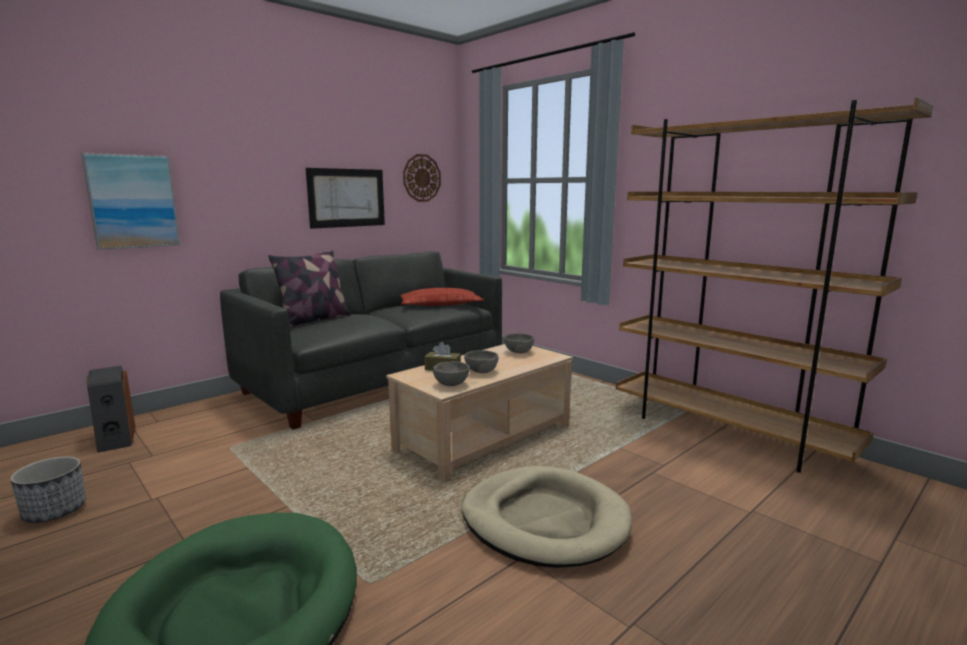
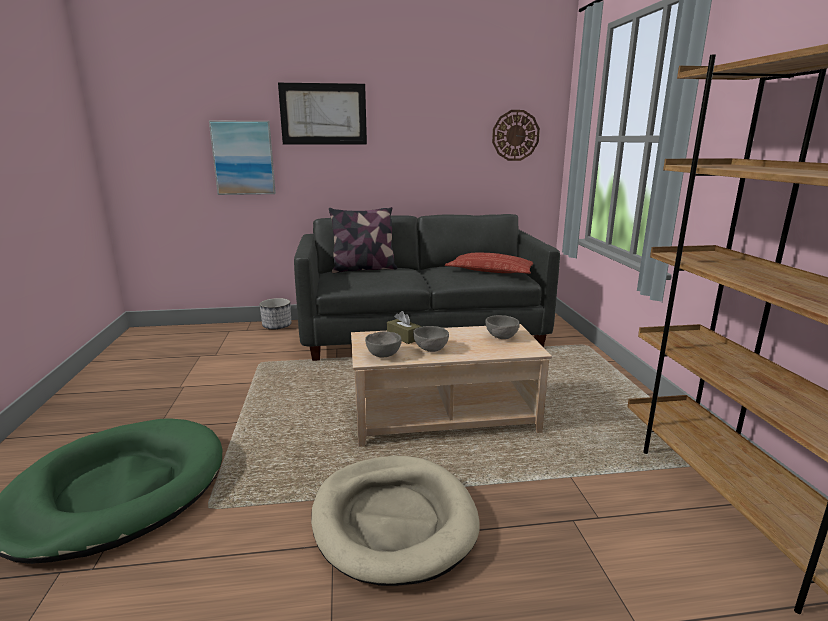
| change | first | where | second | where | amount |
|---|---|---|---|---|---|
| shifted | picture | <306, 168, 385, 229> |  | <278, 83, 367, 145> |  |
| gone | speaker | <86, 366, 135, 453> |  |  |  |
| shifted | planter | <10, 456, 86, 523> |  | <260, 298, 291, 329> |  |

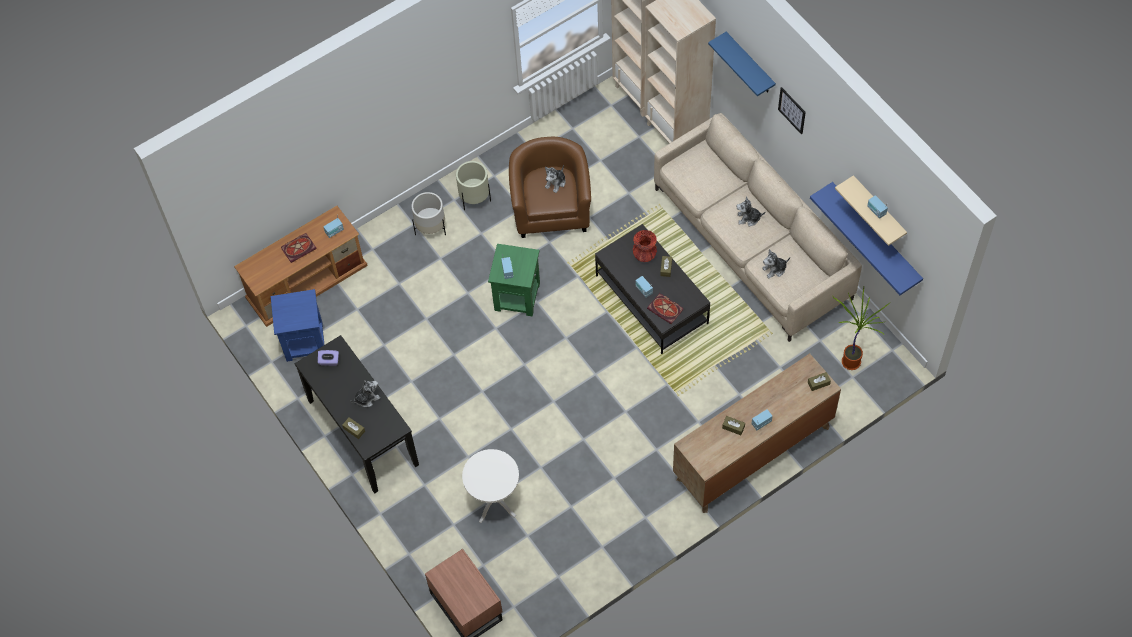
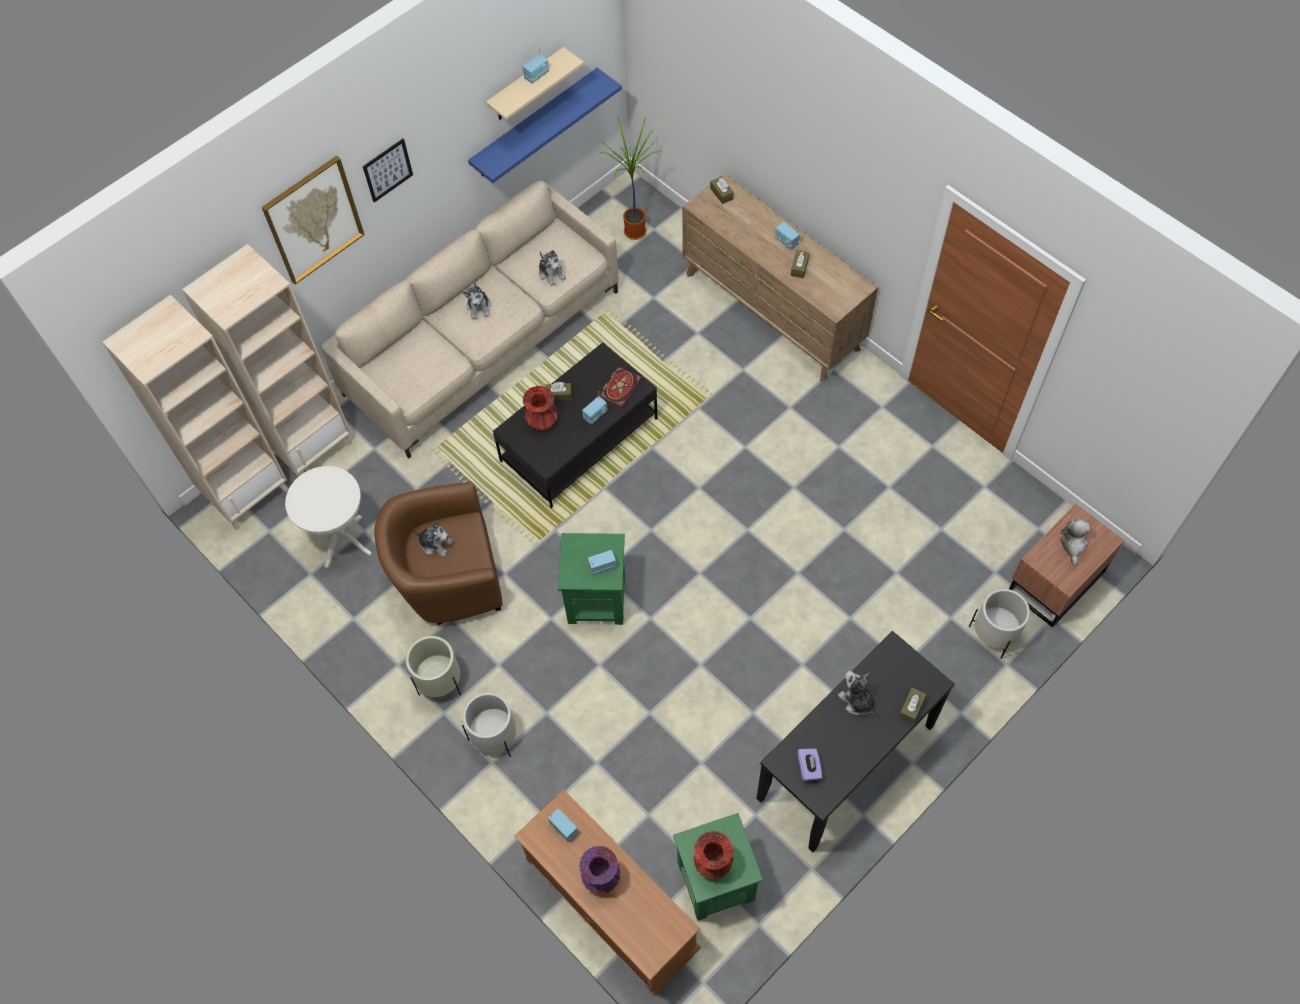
| change | first | where | second | where | amount |
|---|---|---|---|---|---|
| swapped | blue shelf | <708, 32, 776, 96> | picture | <262, 156, 365, 284> |  |
| swapped | book | <281, 233, 317, 263> | purple vase | <579, 846, 621, 894> |  |
| repainted | blue side table | <271, 289, 324, 362> | green side table | <673, 813, 763, 921> |  |
| shifted | white side table | <462, 449, 519, 523> |  | <285, 466, 372, 568> |  |
| new |  |  | plush toy | <1060, 518, 1091, 566> |  |
| new |  |  | white planter | <969, 589, 1030, 658> |  |
| new |  |  | red vase | <693, 831, 733, 879> |  |

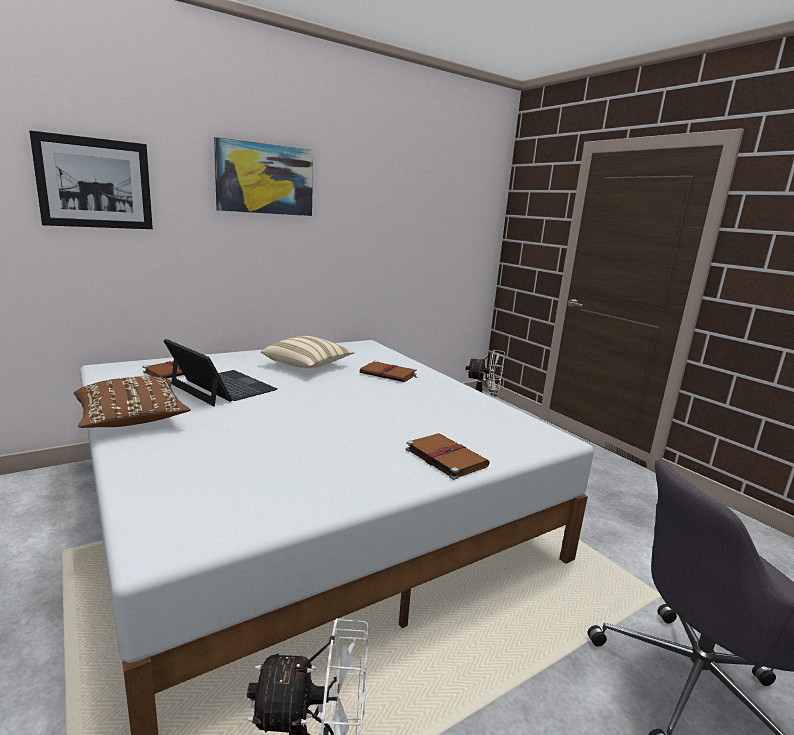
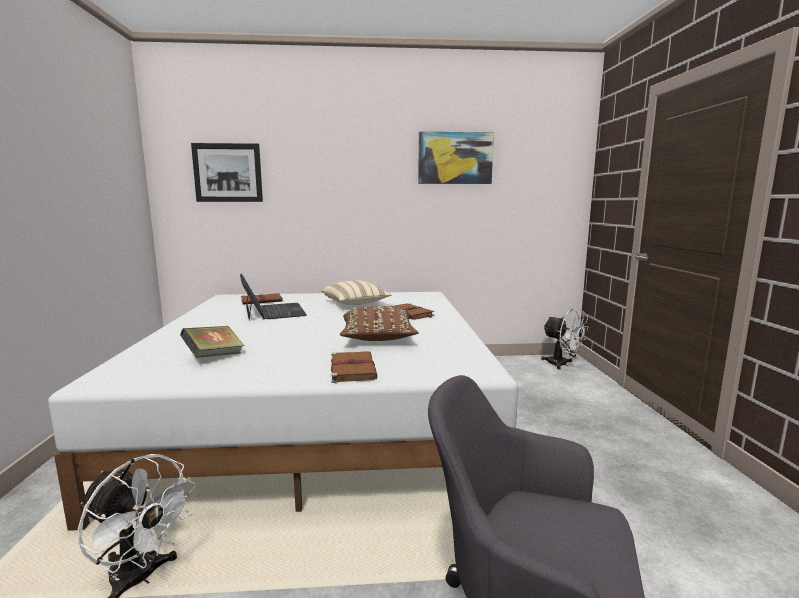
| change | first | where | second | where | amount |
|---|---|---|---|---|---|
| shifted | picture | <214, 137, 313, 216> |  | <418, 132, 494, 184> |  |
| shifted | brown pillow | <74, 376, 191, 428> |  | <340, 306, 419, 341> |  |
| new |  |  | book | <180, 326, 245, 358> |  |

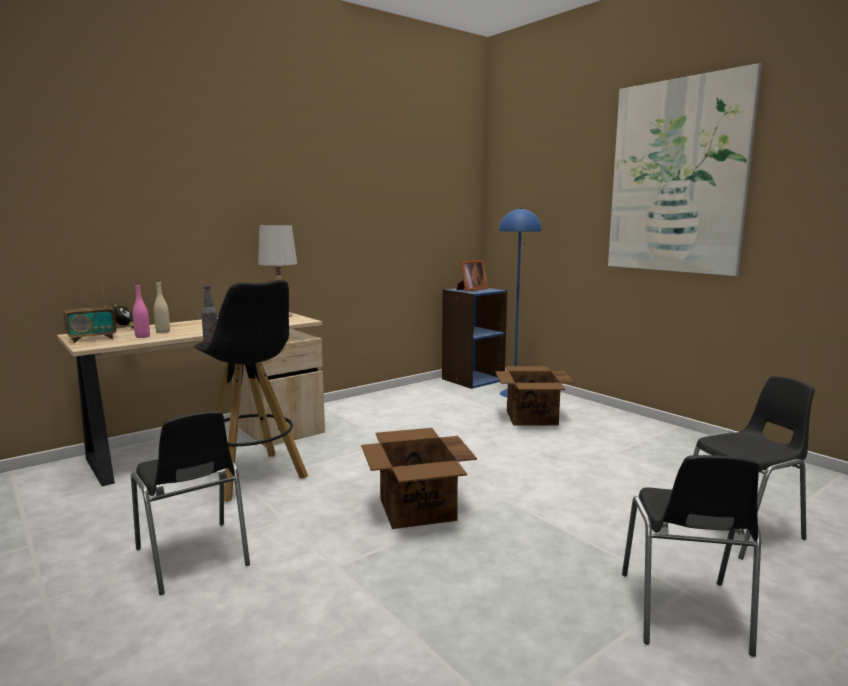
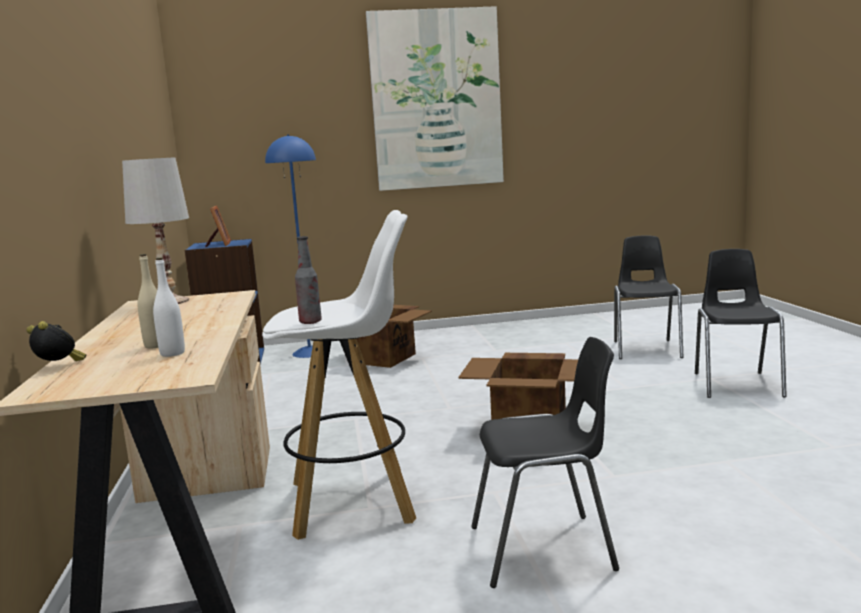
| change | first | where | second | where | amount |
|---|---|---|---|---|---|
| repainted | black stool | <194, 280, 308, 502> | white stool | <262, 210, 416, 540> |  |
| gone | radio | <64, 283, 116, 343> |  |  |  |
| repainted | pink bottle | <133, 283, 150, 338> | white bottle | <153, 258, 185, 357> |  |
| rotated | black chair | <622, 455, 761, 657> |  | <695, 249, 787, 398> | 120 degrees counterclockwise |

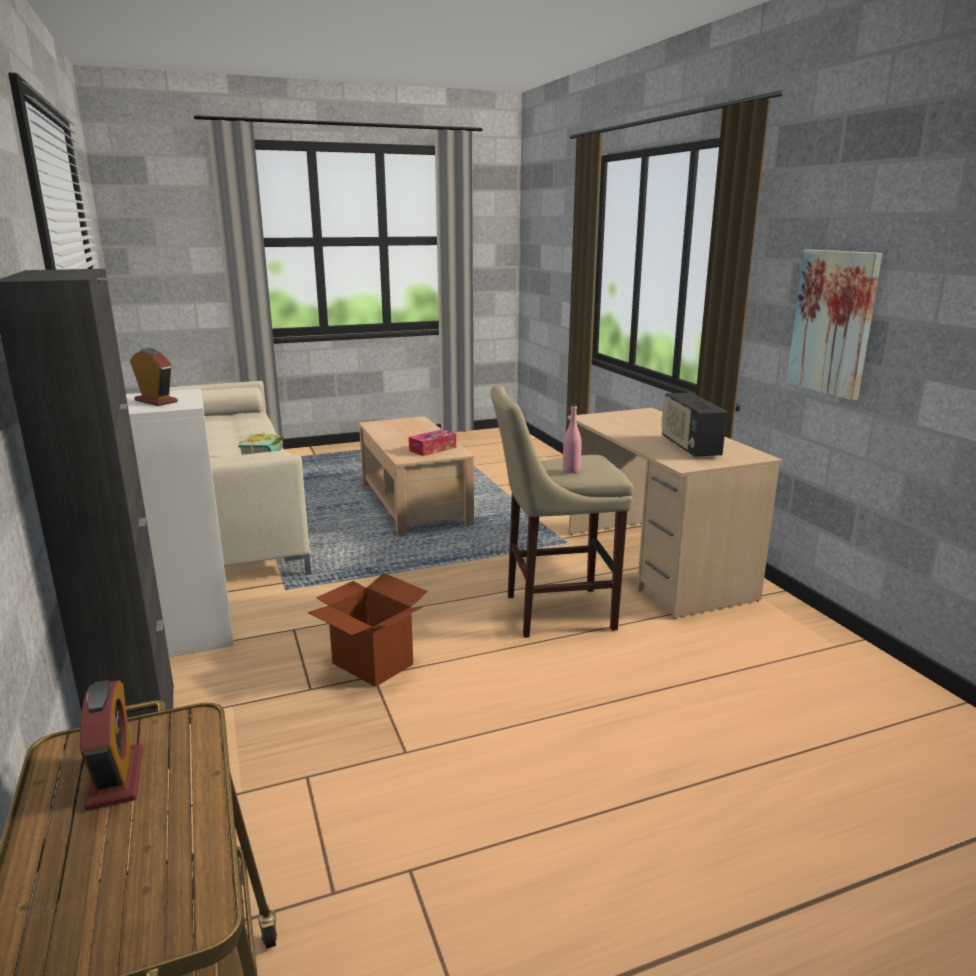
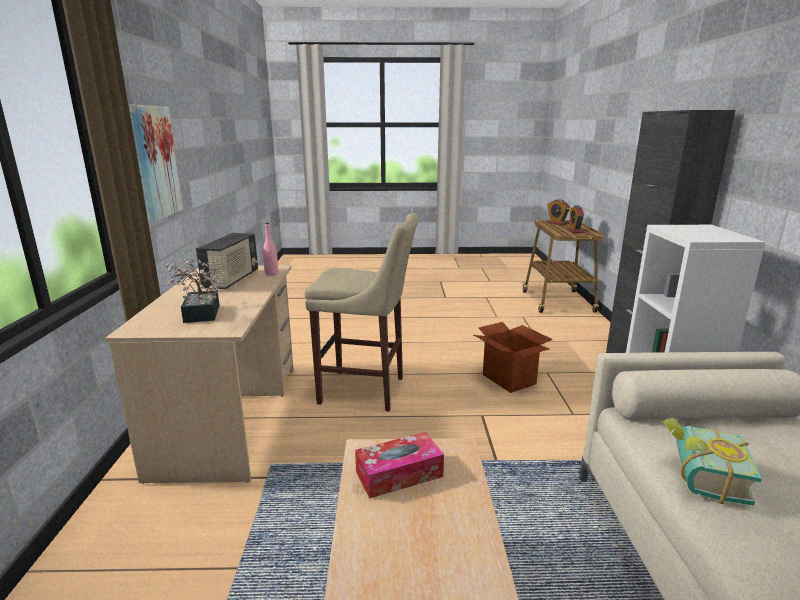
| change | first | where | second | where | amount |
|---|---|---|---|---|---|
| shifted | alarm clock | <130, 348, 178, 406> |  | <547, 199, 570, 225> |  |
| shifted | pink bottle | <563, 404, 582, 473> |  | <263, 223, 278, 276> |  |
| new |  |  | potted plant | <165, 259, 225, 323> |  |

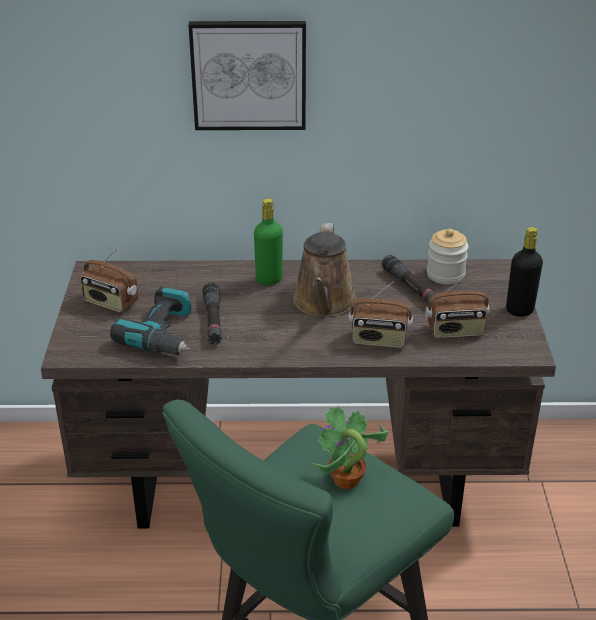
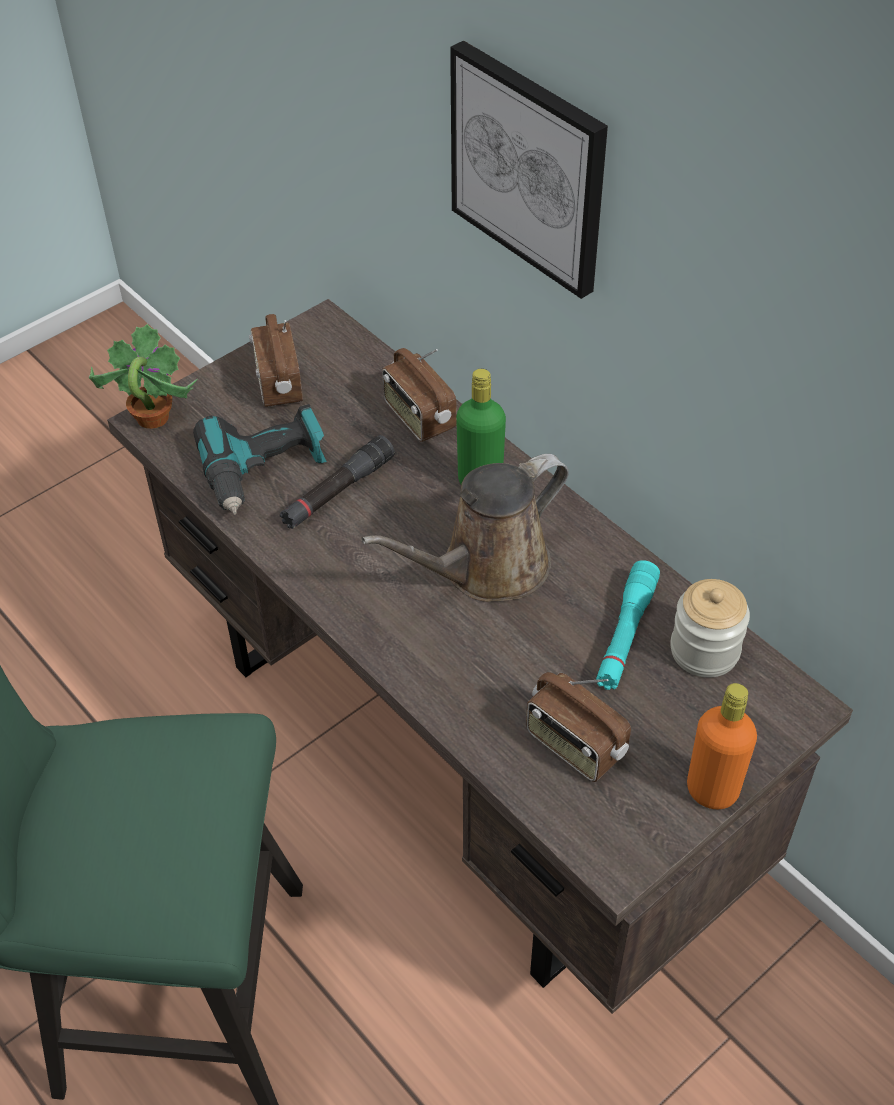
| change | first | where | second | where | amount |
|---|---|---|---|---|---|
| repainted | black bottle | <506, 227, 543, 317> | orange bottle | <687, 683, 757, 809> |  |
| repainted | black flashlight | <382, 255, 436, 303> | turquoise flashlight | <596, 560, 660, 690> |  |
| shifted | radio | <348, 281, 413, 348> |  | <382, 348, 457, 442> |  |
| shifted | potted plant | <311, 406, 388, 489> |  | <89, 324, 198, 429> |  |

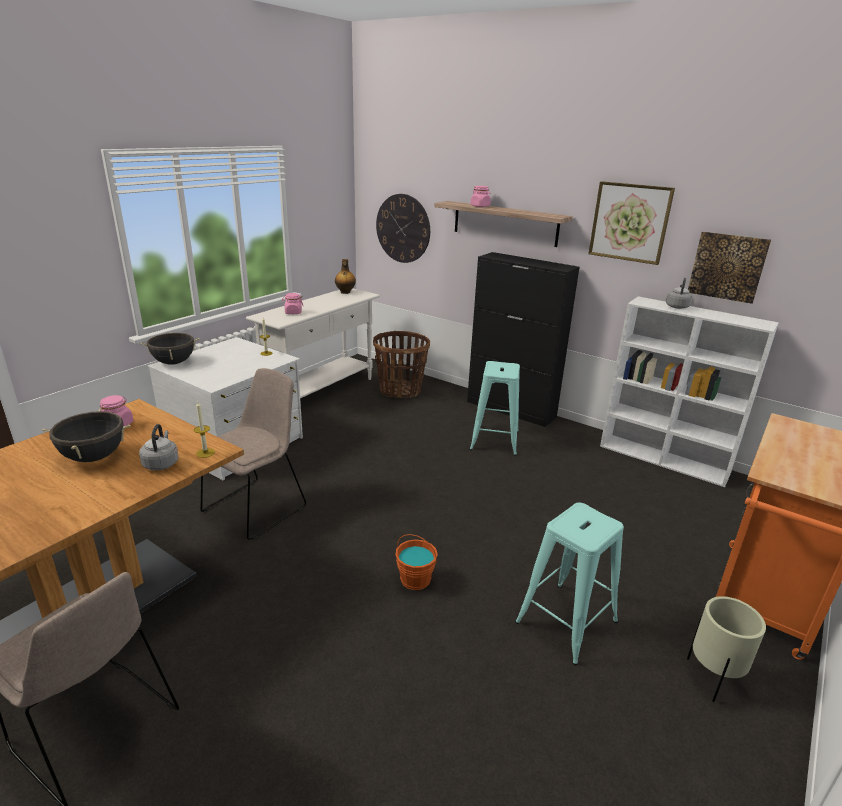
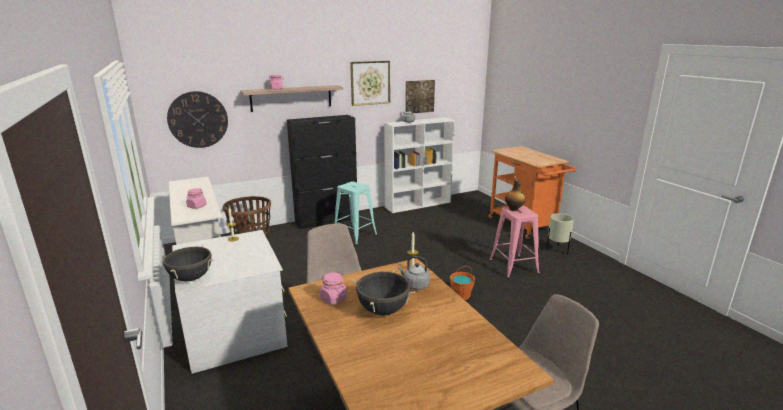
| change | first | where | second | where | amount |
|---|---|---|---|---|---|
| shifted | bottle | <335, 259, 356, 294> |  | <505, 179, 525, 211> |  |
| repainted | turquoise stool | <515, 502, 624, 665> | pink stool | <489, 205, 540, 279> |  |

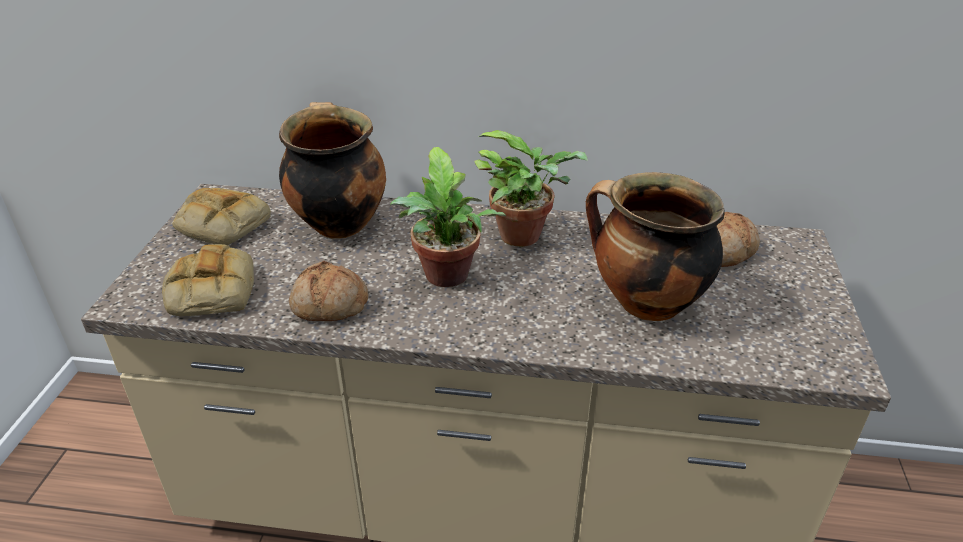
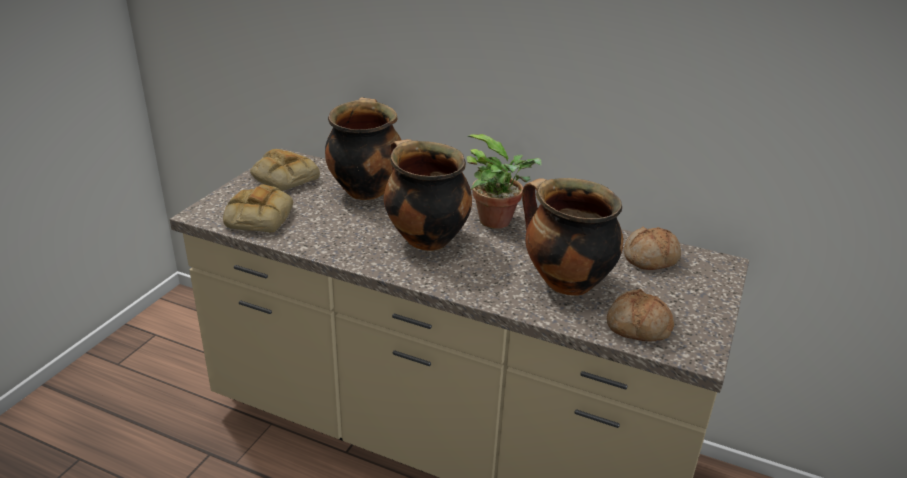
| change | first | where | second | where | amount |
|---|---|---|---|---|---|
| swapped | potted plant | <390, 147, 506, 287> | cooking pot | <384, 139, 472, 251> |  |
| shifted | bread | <289, 261, 368, 321> |  | <607, 289, 674, 342> |  |

